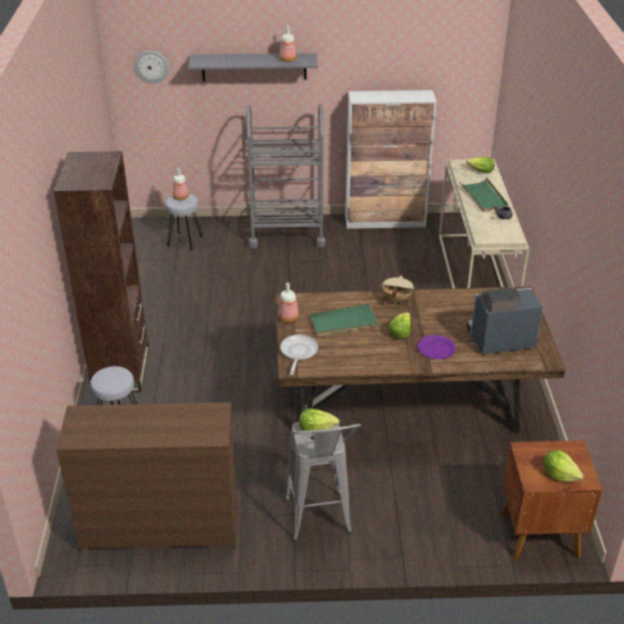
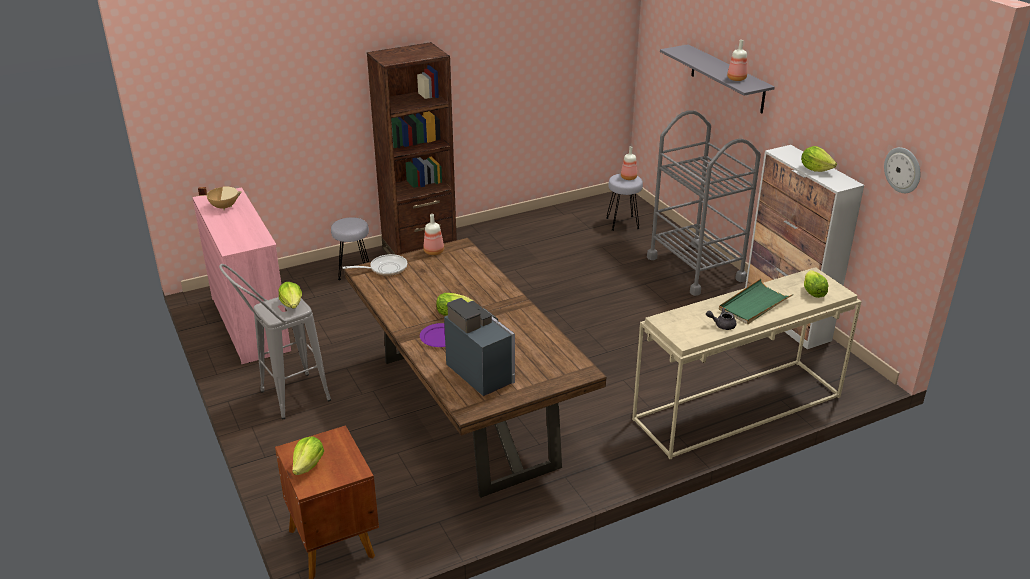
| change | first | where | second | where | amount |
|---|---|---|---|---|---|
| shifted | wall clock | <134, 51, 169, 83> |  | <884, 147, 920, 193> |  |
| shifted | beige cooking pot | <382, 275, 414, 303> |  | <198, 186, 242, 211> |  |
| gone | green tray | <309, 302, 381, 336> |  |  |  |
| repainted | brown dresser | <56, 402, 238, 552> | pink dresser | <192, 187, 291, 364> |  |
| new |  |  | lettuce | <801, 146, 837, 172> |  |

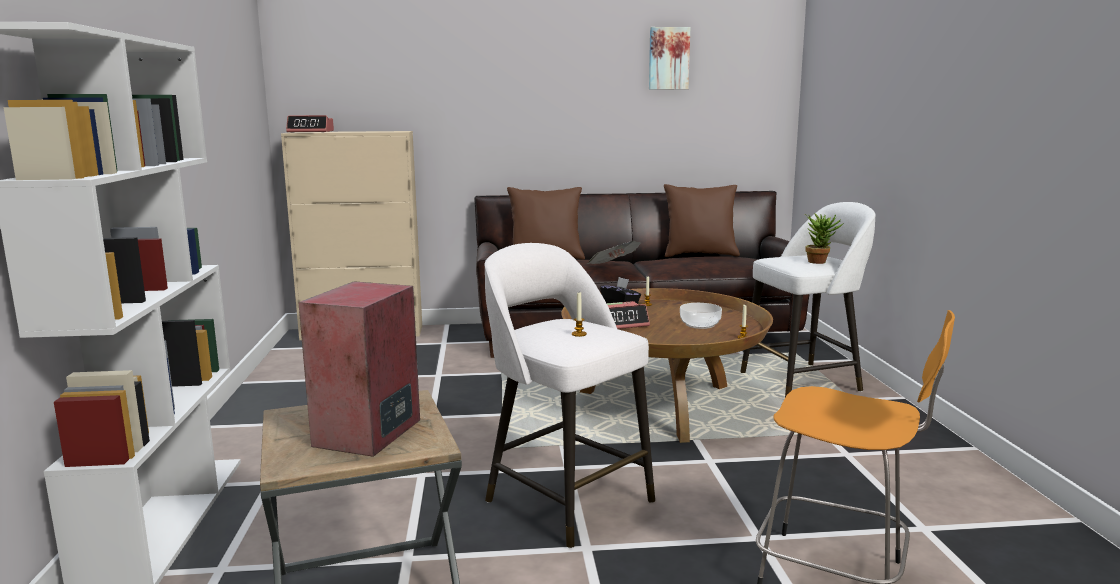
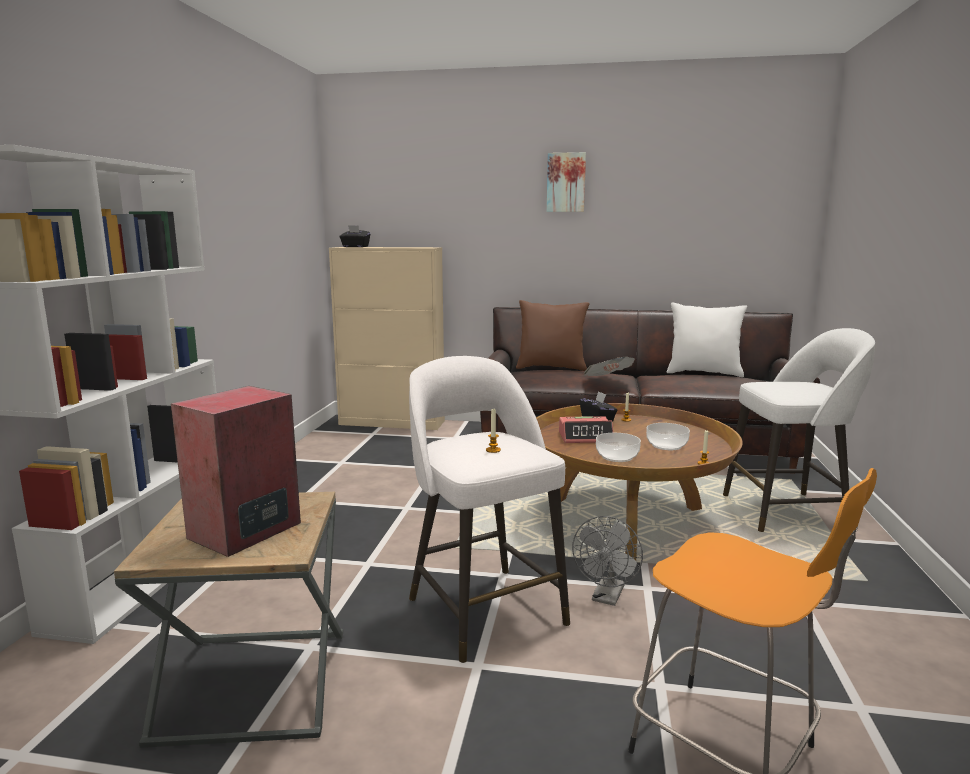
| change | first | where | second | where | amount |
|---|---|---|---|---|---|
| shifted | picture | <649, 27, 690, 89> |  | <547, 152, 586, 212> |  |
| swapped | alarm clock | <286, 115, 334, 133> | black tissue box | <339, 225, 371, 247> |  |
| repainted | brown pillow | <664, 184, 740, 257> | white pillow | <667, 303, 747, 377> |  |
| gone | potted plant | <804, 213, 844, 264> |  |  |  |
| new |  |  | bowl | <596, 433, 641, 462> |  |
| new |  |  | grey fan | <572, 516, 643, 606> |  |

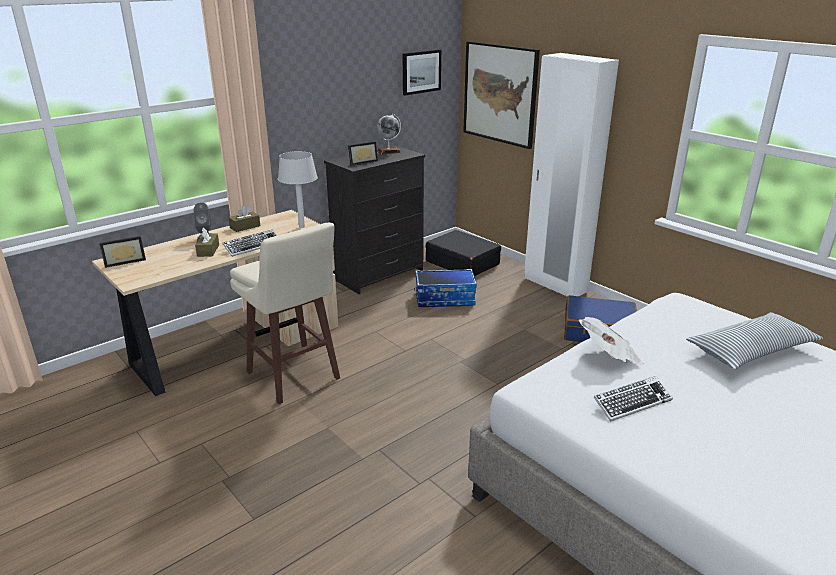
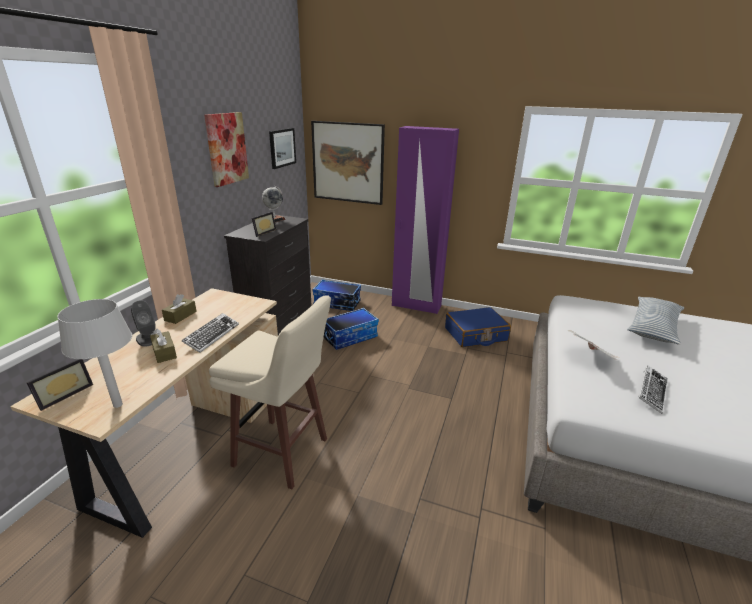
| change | first | where | second | where | amount |
|---|---|---|---|---|---|
| repainted | white wardrobe | <524, 53, 619, 296> | purple wardrobe | <392, 126, 459, 314> |  |
| shifted | grey table lamp | <278, 151, 318, 228> |  | <57, 299, 132, 408> |  |
| swapped | black suitcase | <426, 230, 501, 276> | storage box | <312, 280, 361, 311> |  |
| new |  |  | picture | <204, 112, 249, 187> |  |

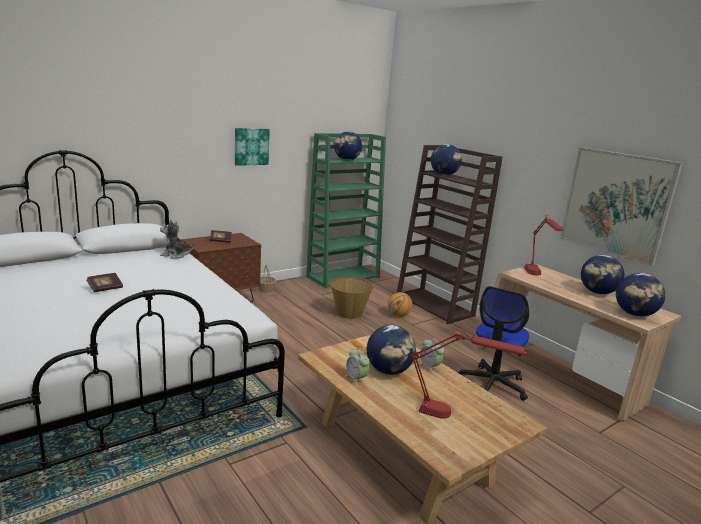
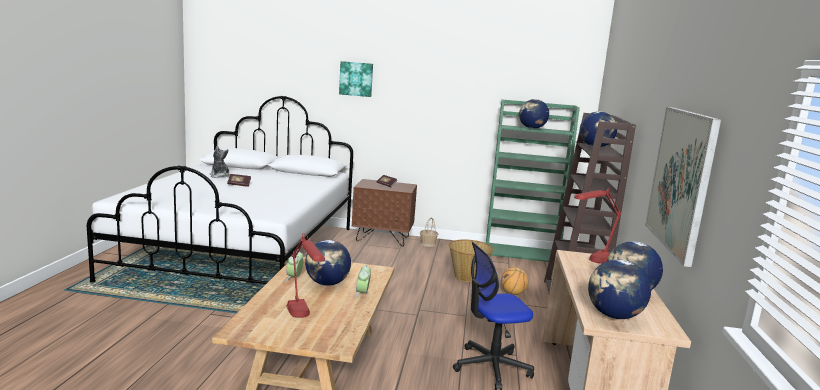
| change | first | where | second | where | amount |
|---|---|---|---|---|---|
| shifted | picture | <235, 128, 270, 166> |  | <339, 61, 373, 97> |  |
| shifted | plush toy | <160, 220, 194, 259> |  | <210, 146, 230, 178> |  |

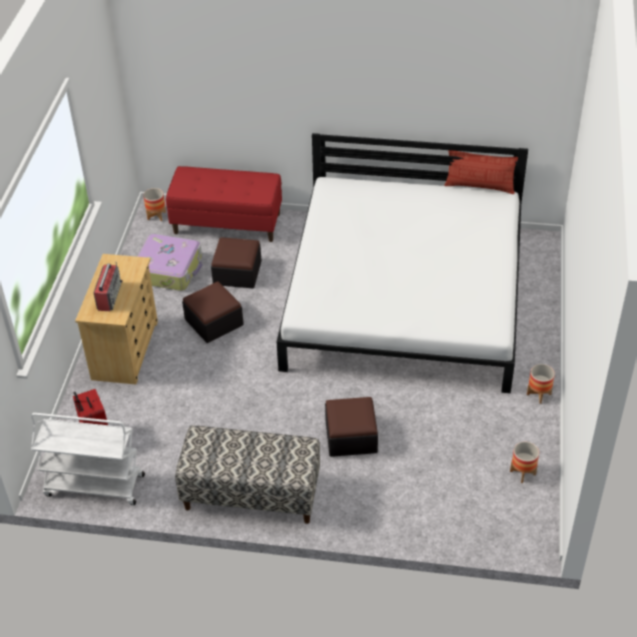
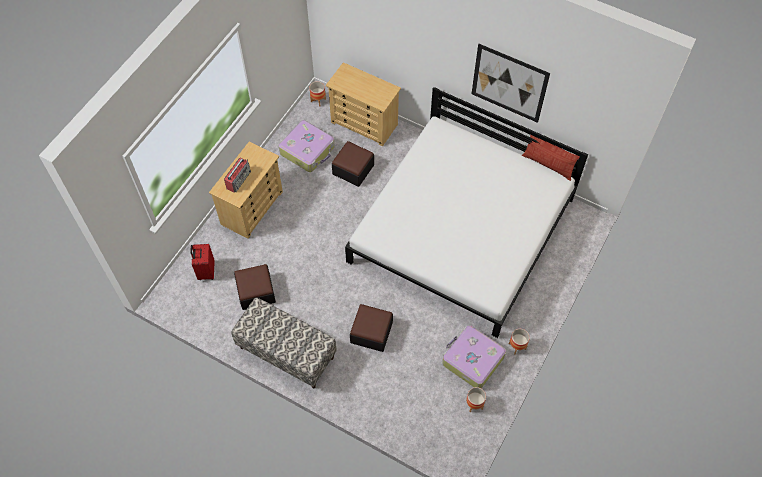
| change | first | where | second | where | amount |
|---|---|---|---|---|---|
| swapped | red bench | <166, 166, 282, 242> | beige dresser | <326, 62, 401, 146> |  |
| shifted | ottoman | <182, 282, 244, 343> |  | <234, 264, 276, 310> |  |
| gone | white cart | <31, 413, 145, 505> |  |  |  |
| new |  |  | picture | <472, 44, 550, 123> |  |
| new |  |  | suitcase | <442, 325, 506, 388> |  |

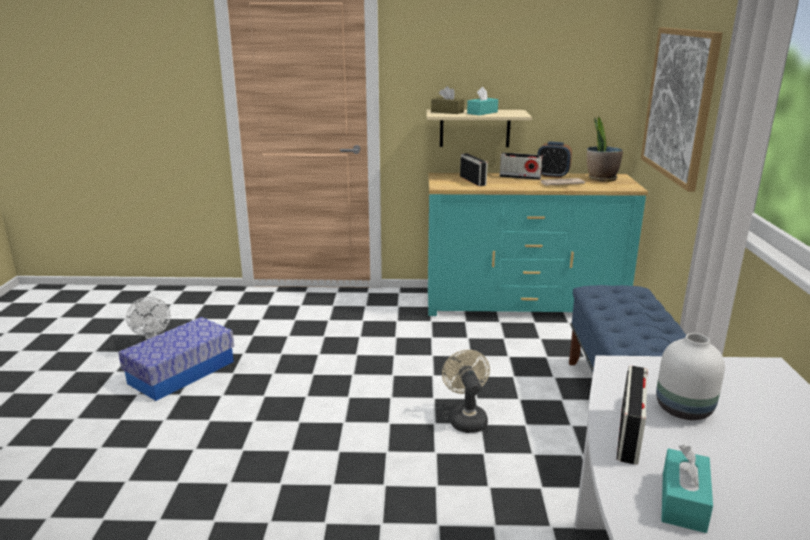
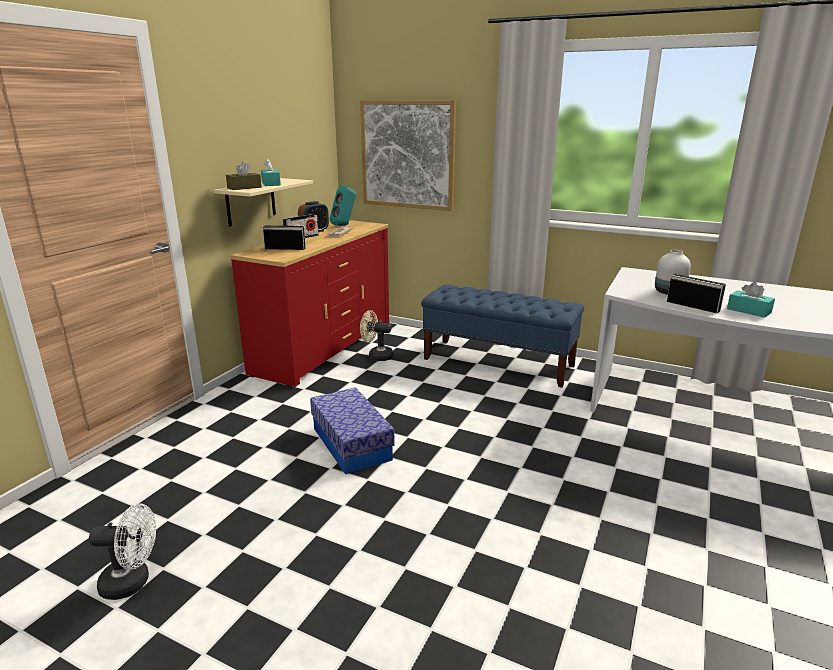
| change | first | where | second | where | amount |
|---|---|---|---|---|---|
| swapped | potted plant | <587, 117, 623, 182> | turquoise speaker | <330, 186, 356, 226> |  |
| repainted | turquoise dresser | <428, 173, 648, 316> | red dresser | <230, 220, 389, 387> |  |
| shifted | storage box | <118, 317, 234, 401> |  | <310, 387, 395, 474> |  |
| shifted | beige fan | <442, 350, 490, 433> |  | <360, 310, 394, 361> |  |

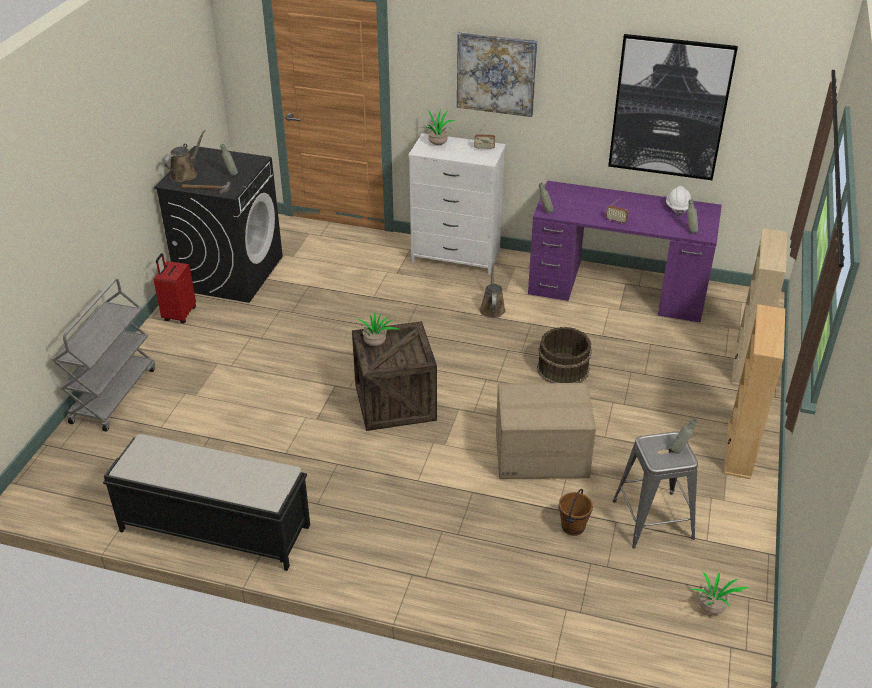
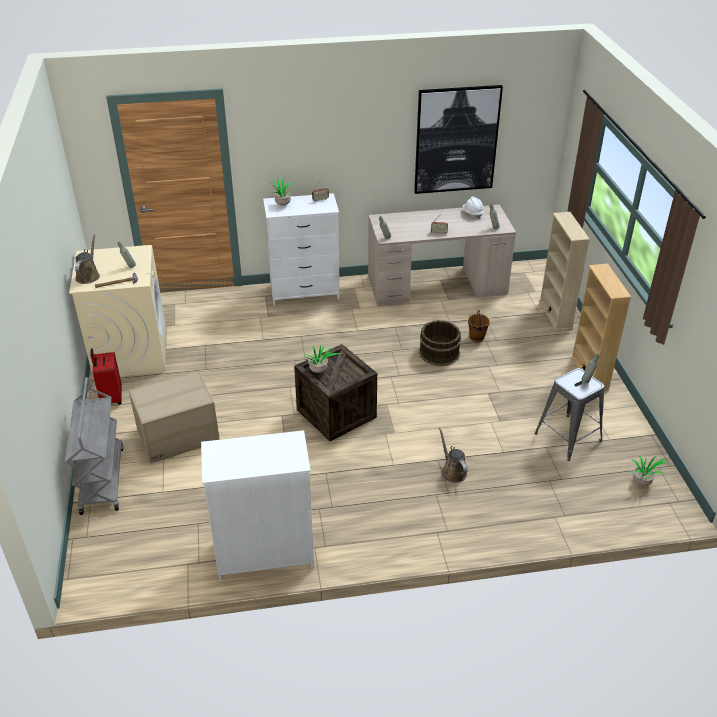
| change | first | where | second | where | amount |
|---|---|---|---|---|---|
| gone | picture | <457, 32, 538, 117> |  |  |  |
| repainted | black washing machine | <154, 146, 283, 303> | beige washing machine | <69, 245, 166, 379> |  |
| repainted | purple desk | <528, 181, 722, 323> | beige desk | <368, 205, 516, 306> |  |
| shifted | brown watering can | <480, 262, 505, 318> |  | <439, 427, 468, 483> |  |
| shifted | cardboard box | <496, 383, 596, 479> |  | <129, 371, 220, 463> |  |
| swapped | black bench | <103, 434, 310, 571> | white dresser | <201, 430, 314, 581> |  |
| shifted | brown bucket | <559, 489, 593, 536> |  | <468, 310, 490, 342> |  |

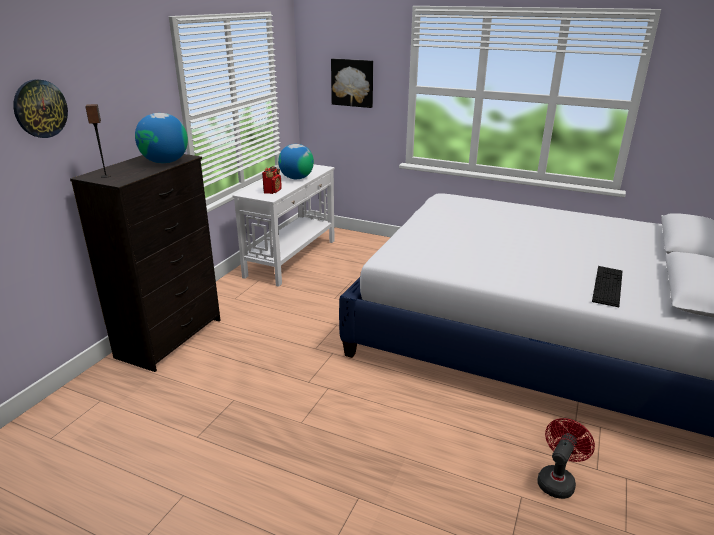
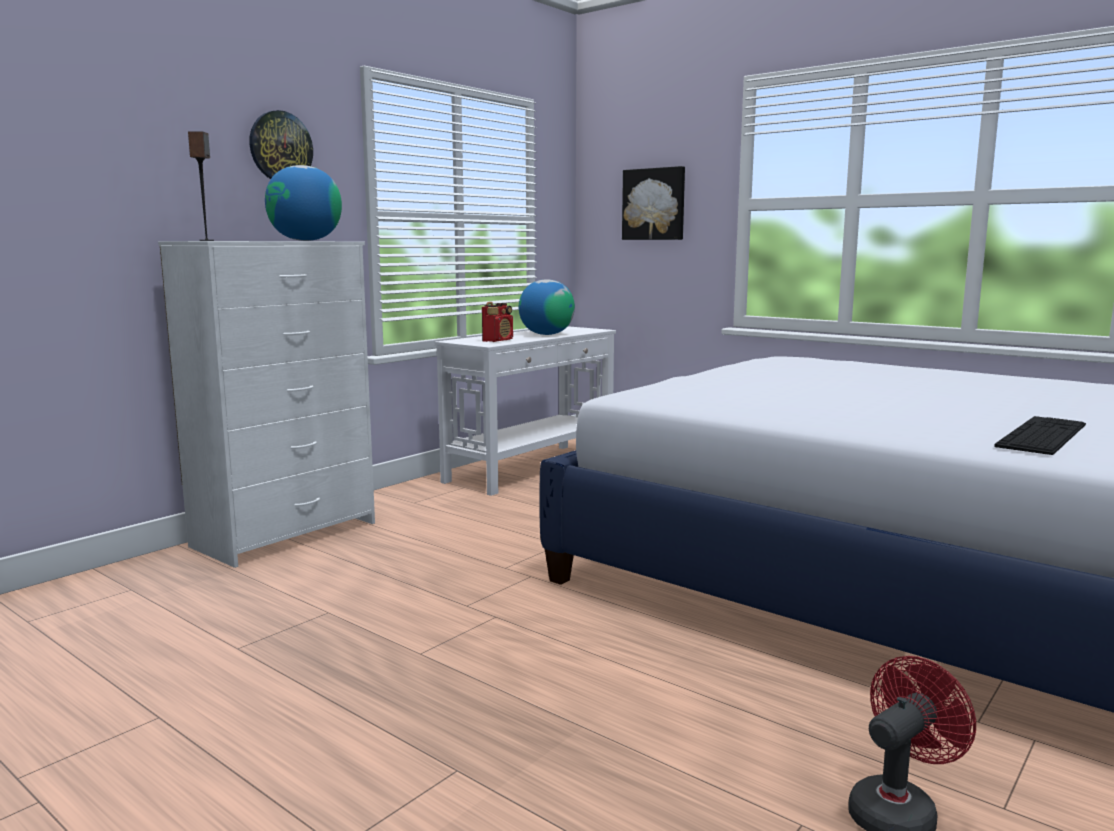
| change | first | where | second | where | amount |
|---|---|---|---|---|---|
| shifted | wall clock | <13, 79, 68, 138> |  | <249, 110, 313, 179> |  |
| repainted | black dresser | <70, 154, 221, 372> | white dresser | <158, 241, 375, 568> |  |

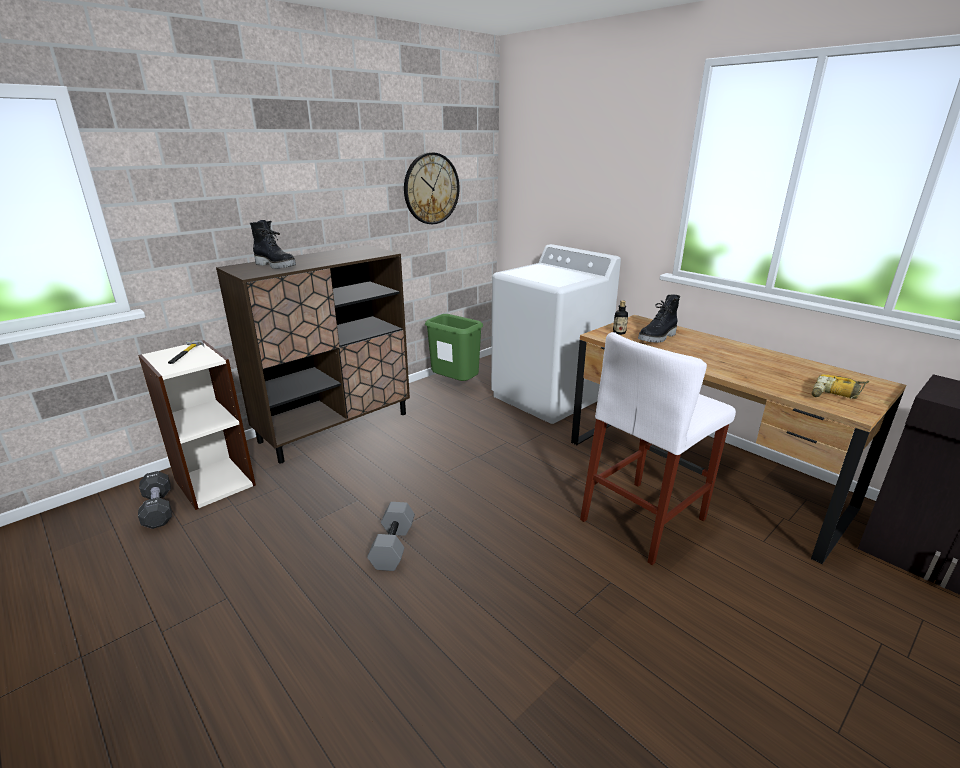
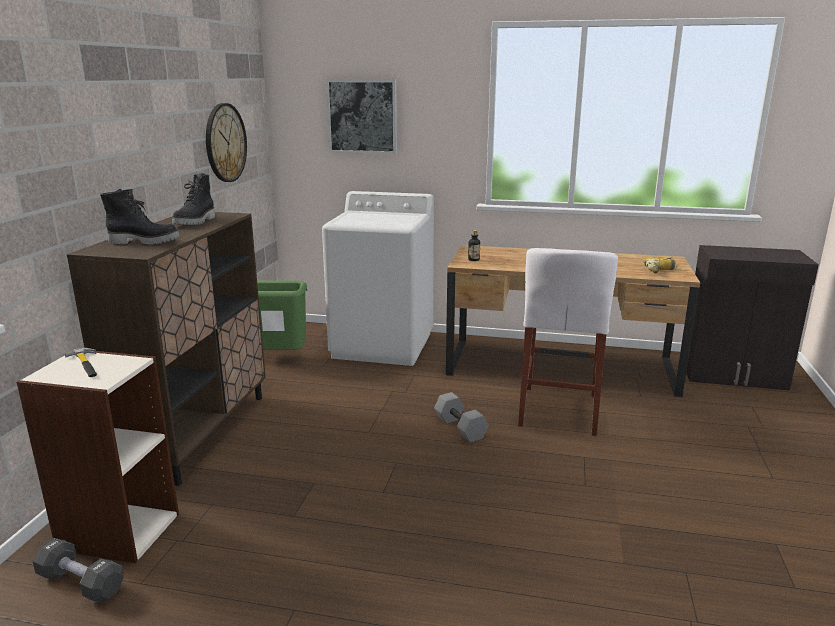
| change | first | where | second | where | amount |
|---|---|---|---|---|---|
| shifted | black boot | <638, 295, 680, 343> |  | <172, 173, 215, 225> |  |
| shifted | grey dumbbell | <367, 502, 415, 571> |  | <434, 392, 489, 443> |  |
| new |  |  | picture | <326, 79, 397, 154> |  |

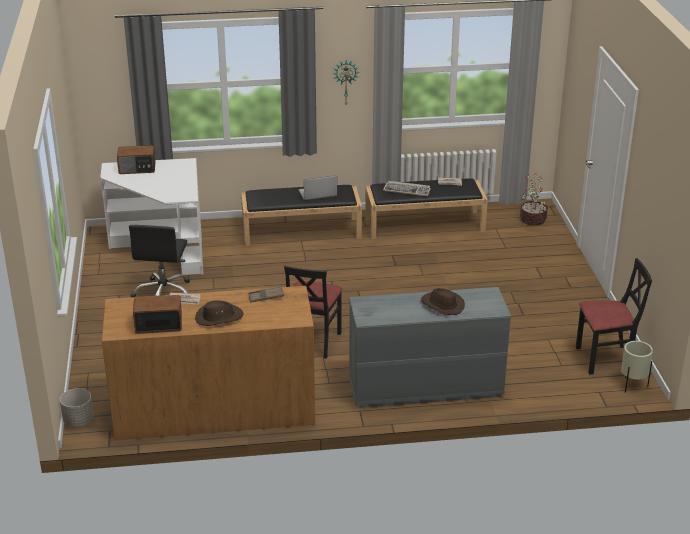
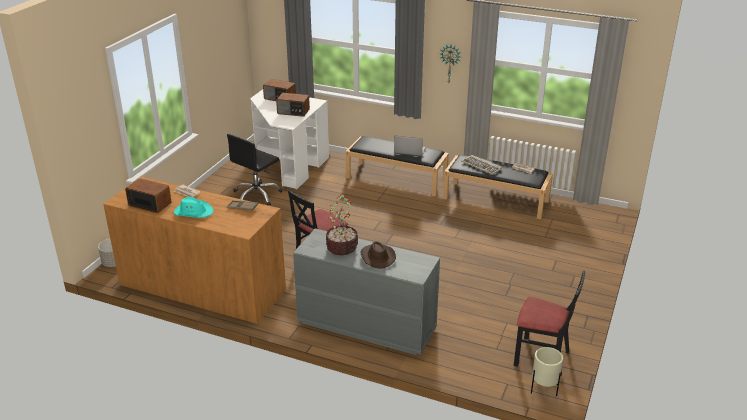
| change | first | where | second | where | amount |
|---|---|---|---|---|---|
| shifted | potted plant | <520, 174, 548, 226> |  | <326, 194, 358, 255> |  |
| repainted | brown hat | <195, 300, 244, 326> | turquoise hat | <174, 197, 213, 218> |  |
| new |  |  | radio | <276, 93, 310, 117> |  |

